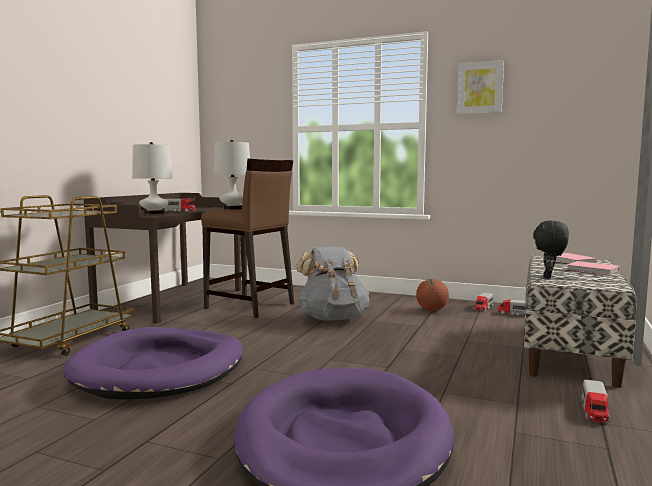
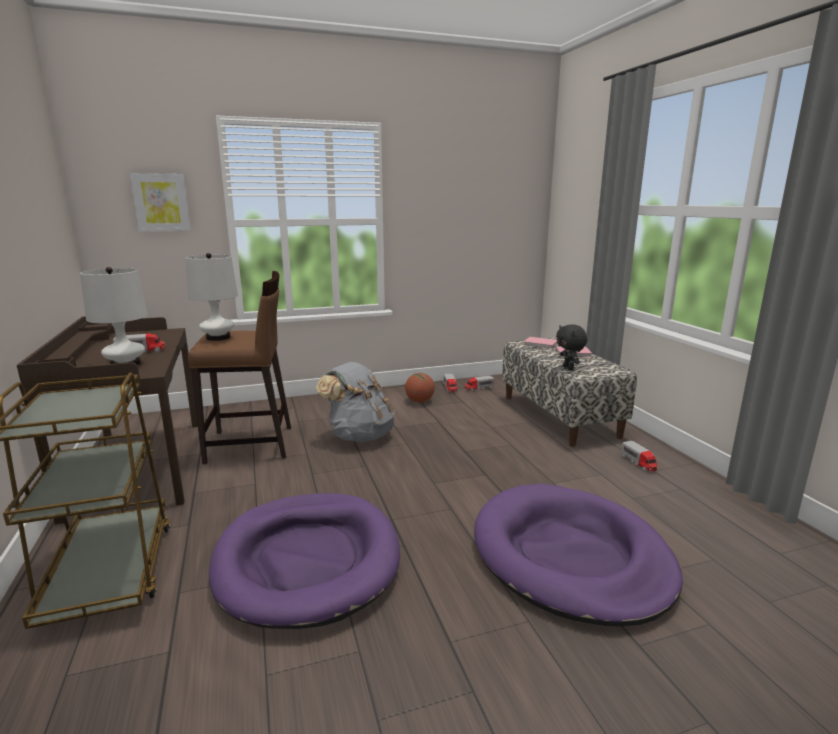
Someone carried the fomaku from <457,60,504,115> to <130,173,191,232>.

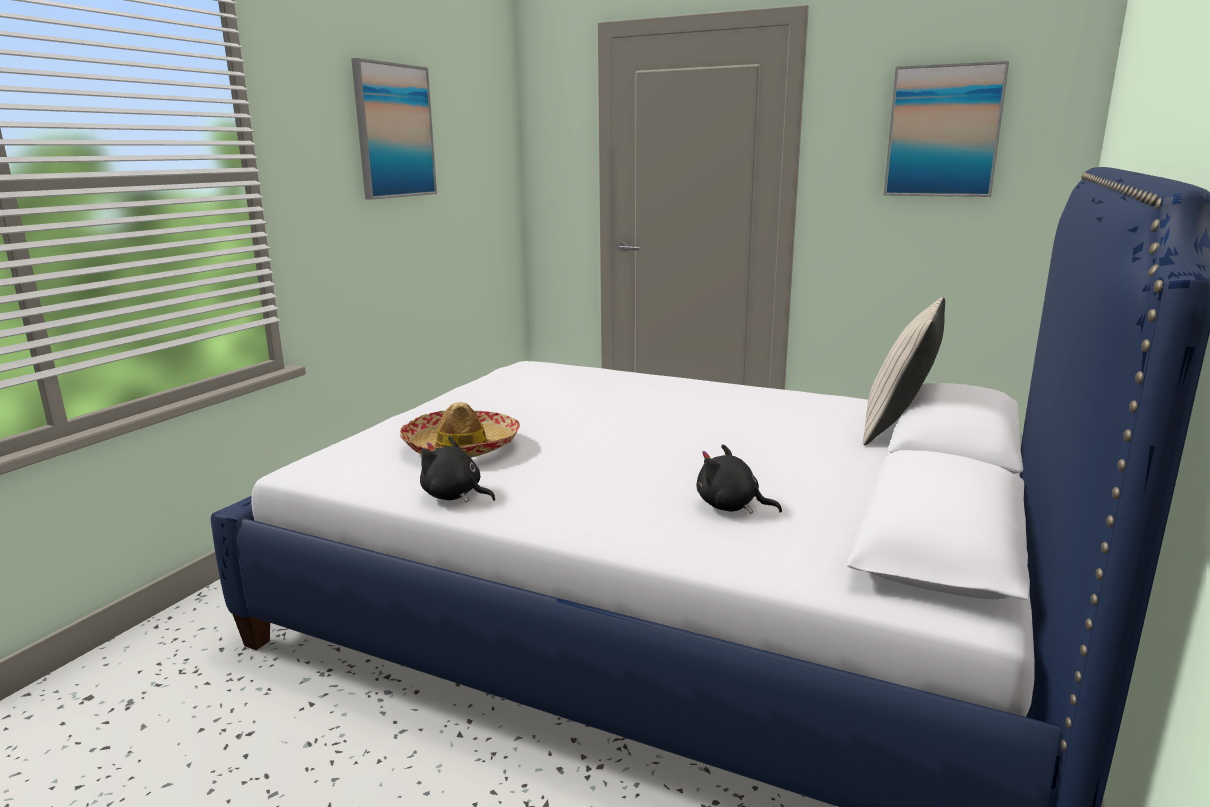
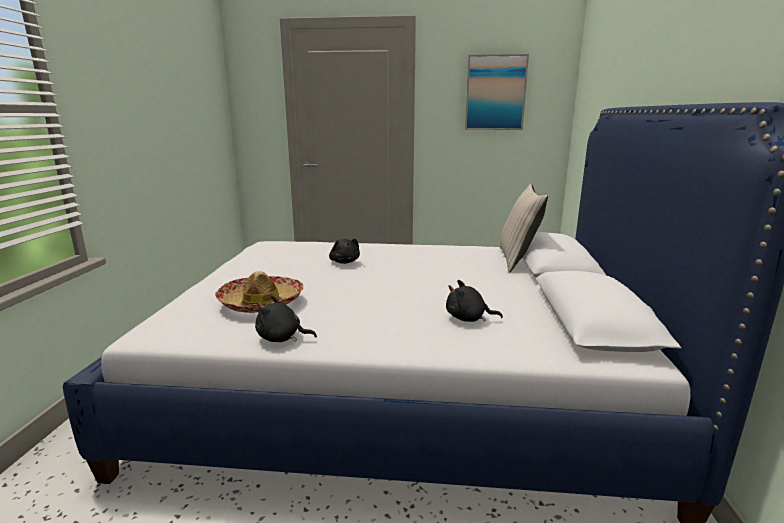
Someone took away the fomaku at <351,58,437,200>.
Someone put down the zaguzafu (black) at <329,238,360,264>.

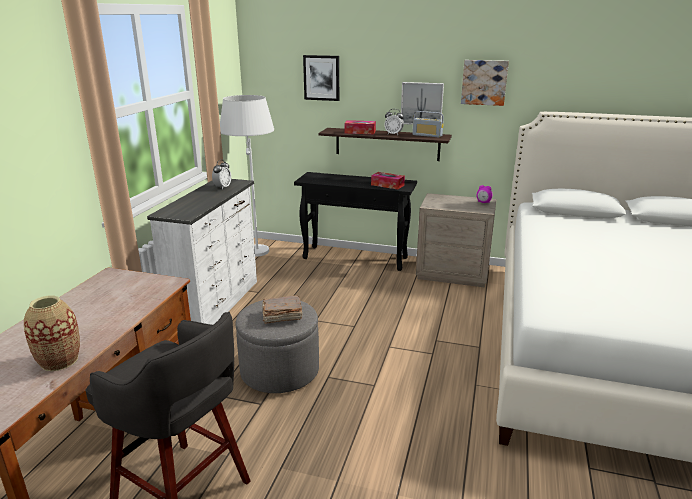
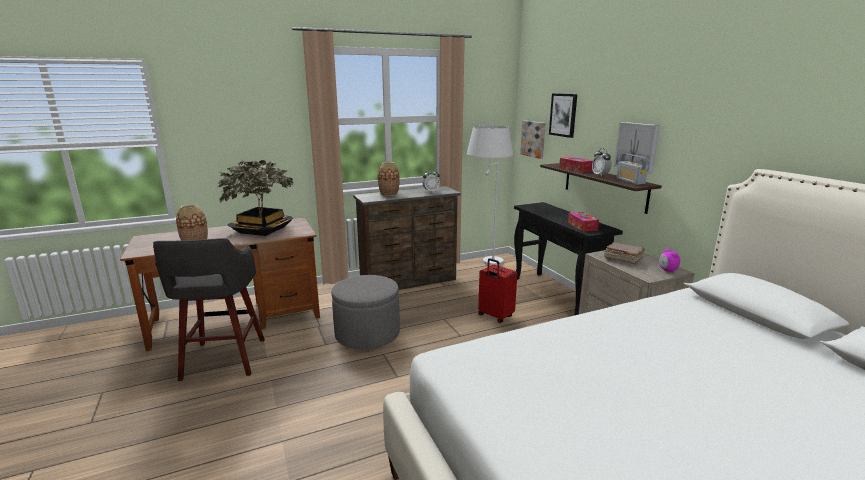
Someone put down the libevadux at <215,160,294,236>.
Someone put down the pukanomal at <378,162,400,196>.
Someone put down the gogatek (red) at <478,258,517,323>.
Someone carried the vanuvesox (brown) from <262,295,303,324> to <604,242,645,264>.
Someone carried the fomaku from <461,60,509,106> to <520,121,546,159>.
Someone repainted the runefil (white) at <147,179,257,325>, which became the runefil (brown) at <353,186,461,290>.

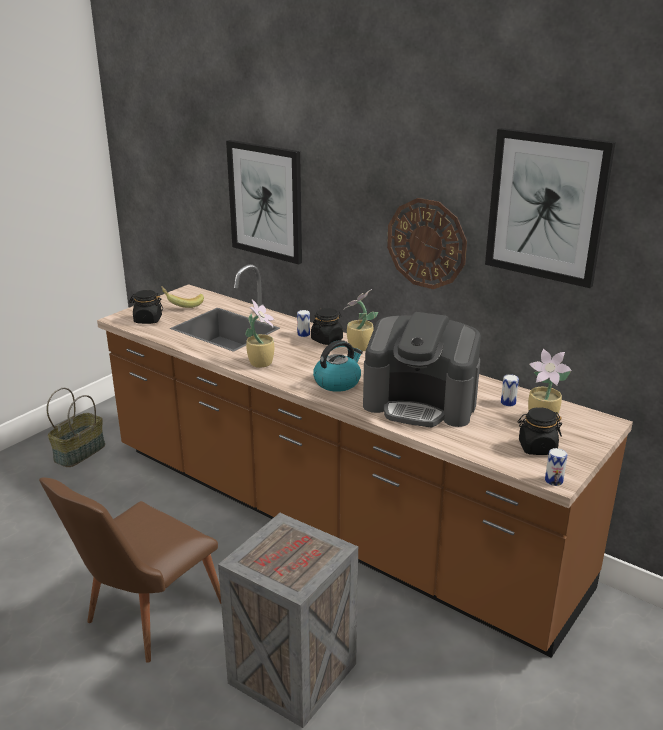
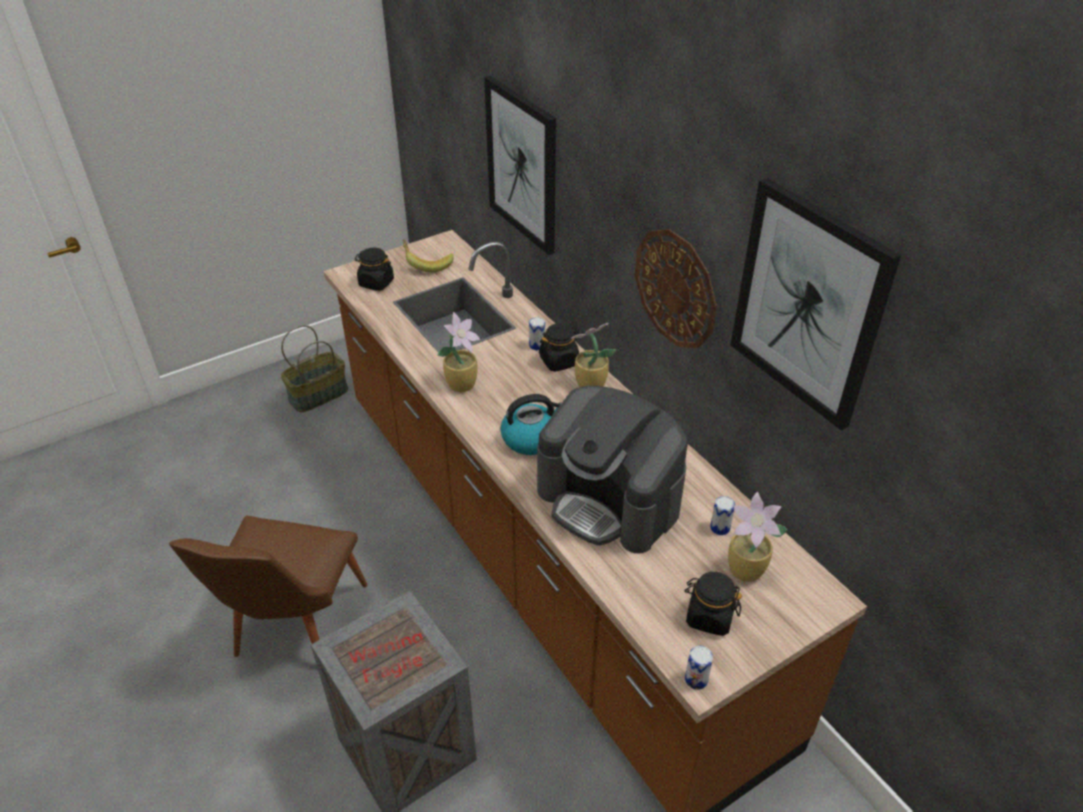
Someone rotated the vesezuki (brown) at <39,477,221,663> by 45 degrees counterclockwise.

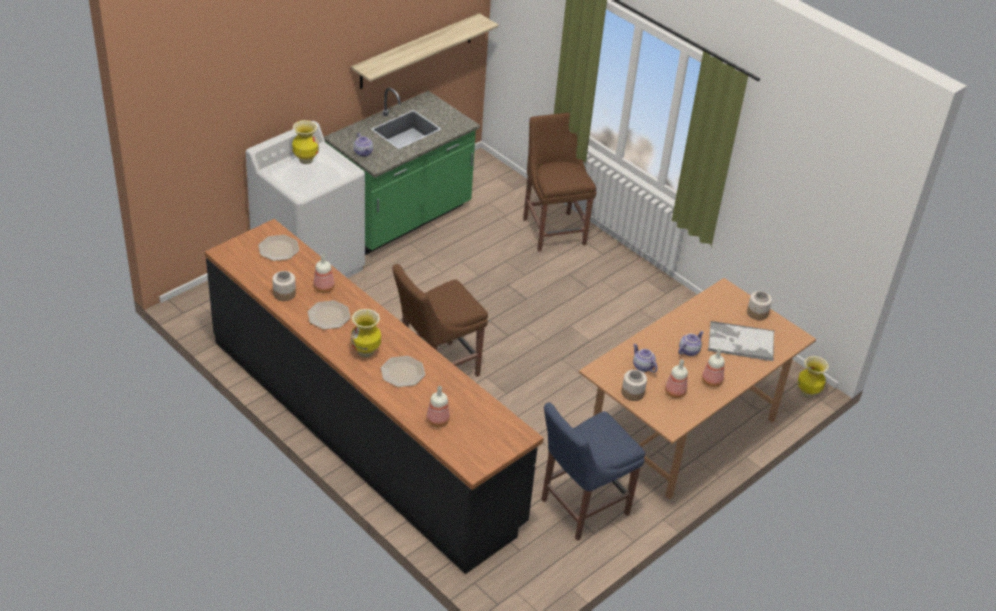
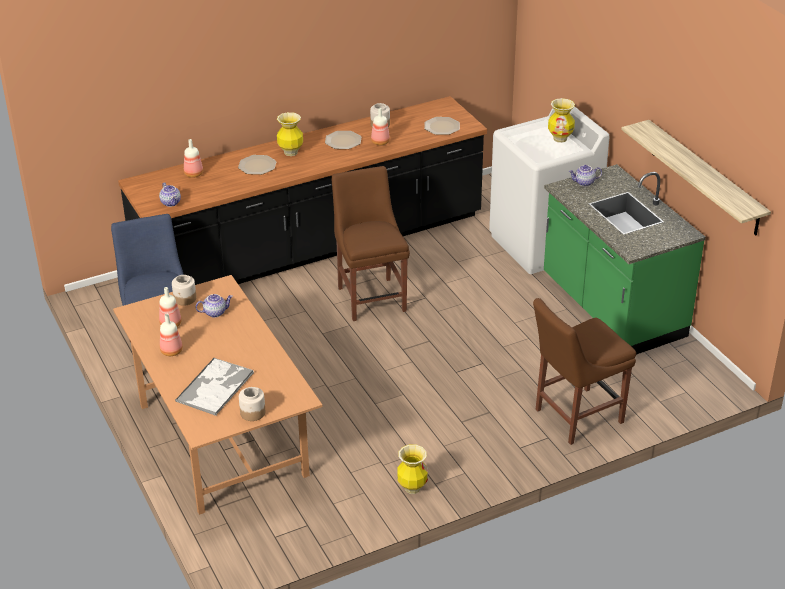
Someone carried the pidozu from <678,331,704,356> to <159,182,181,207>.
Someone carried the pukanomal from <797,356,829,398> to <397,445,428,494>.
Someone rotated the vesezuki (brown) at <523,113,596,251> by 150 degrees clockwise.

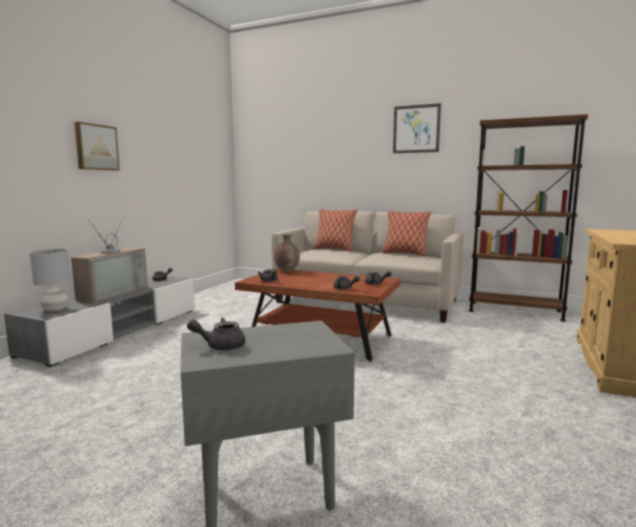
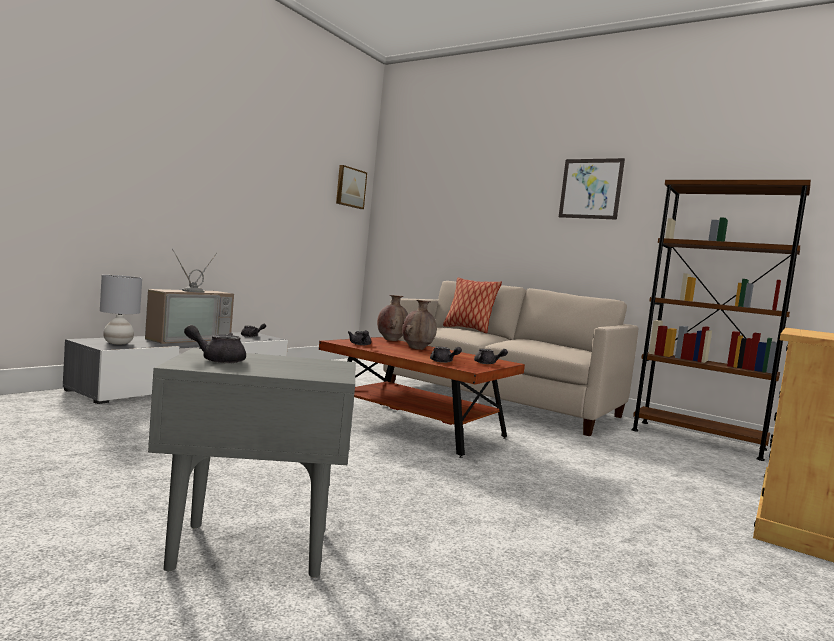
Someone took away the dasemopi at <382,211,431,256>.
Someone put down the pukanomal (brown) at <402,300,437,350>.
Someone carried the fomaku from <74,122,120,171> to <336,165,367,209>.

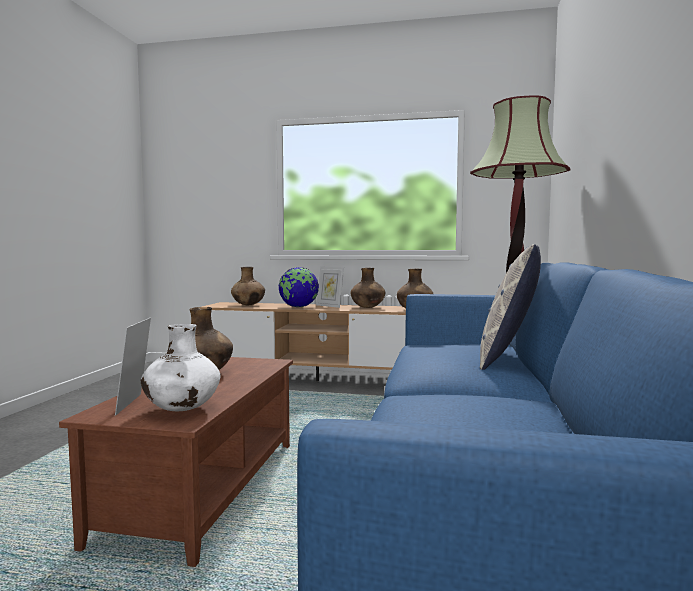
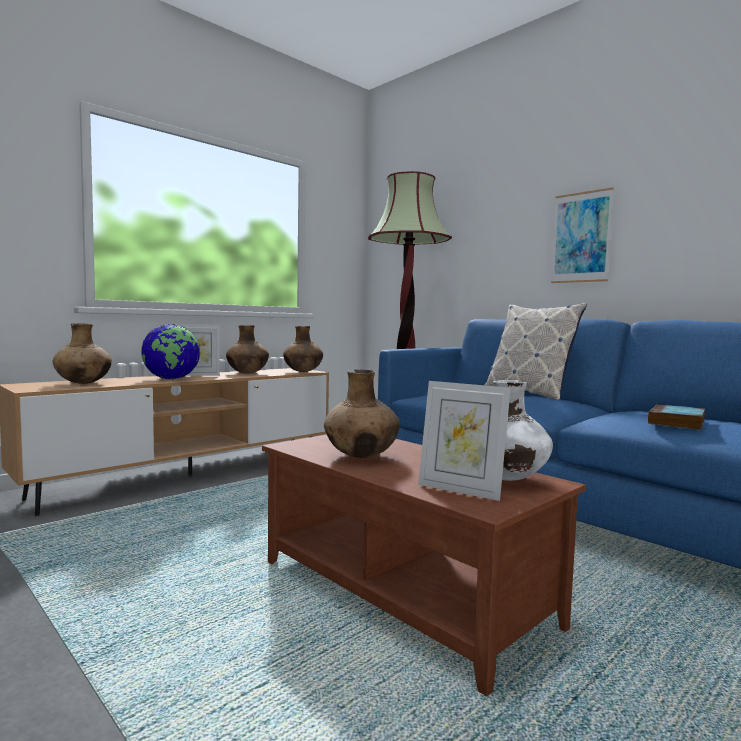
Someone put up the fomaku at <551,187,614,283>.
Someone put down the vanuvesox at <648,404,705,430>.

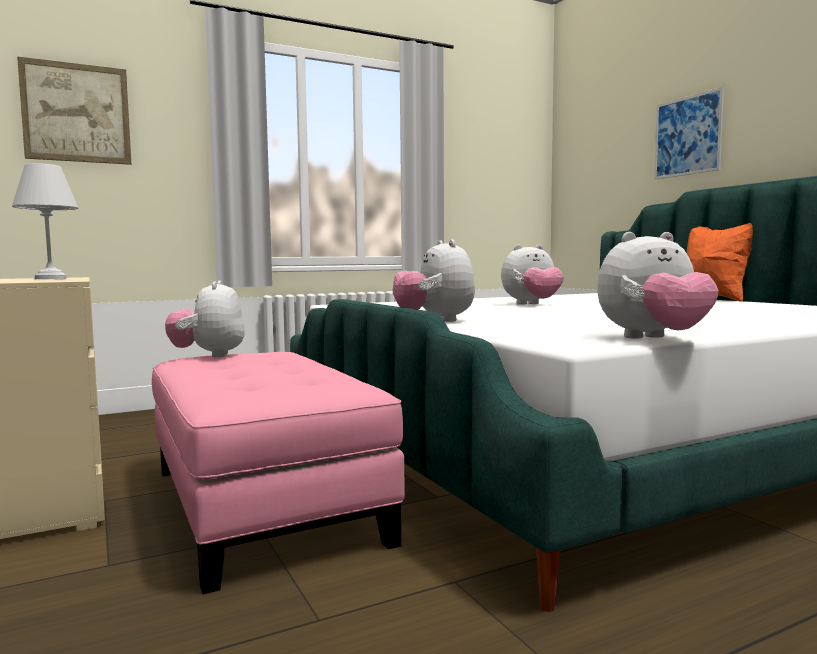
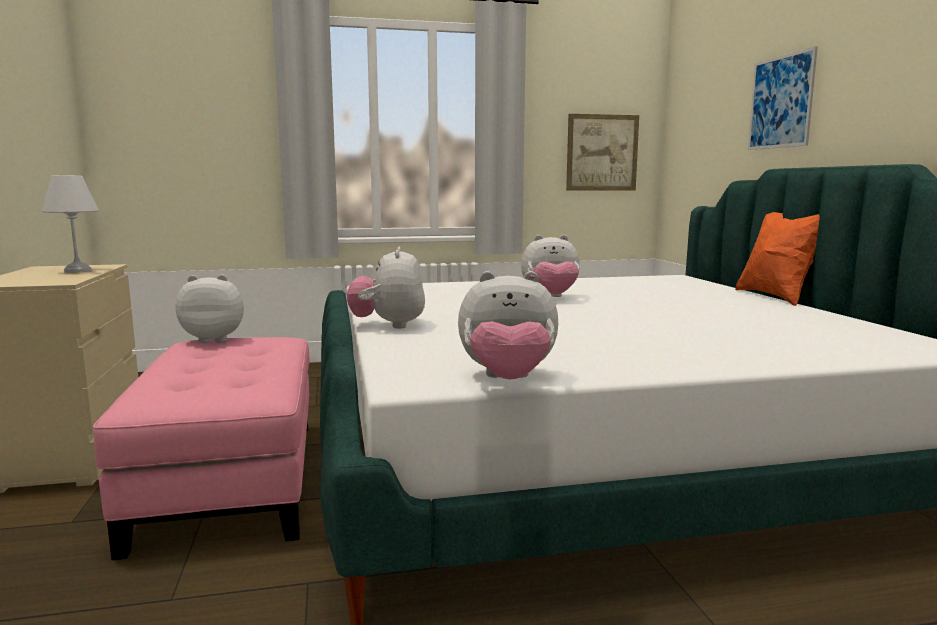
Someone carried the fomaku from <17,56,131,165> to <566,114,639,191>.
Someone rotated the zaguzafu at <165,281,245,358> by 75 degrees clockwise.

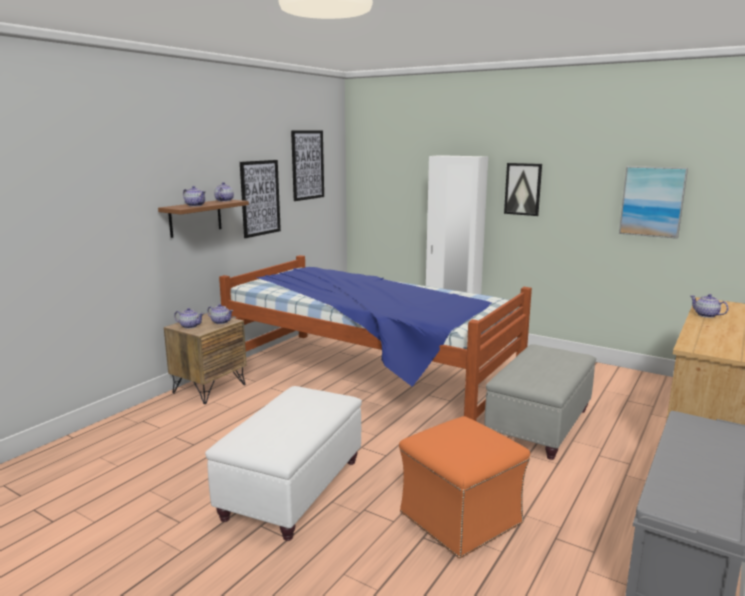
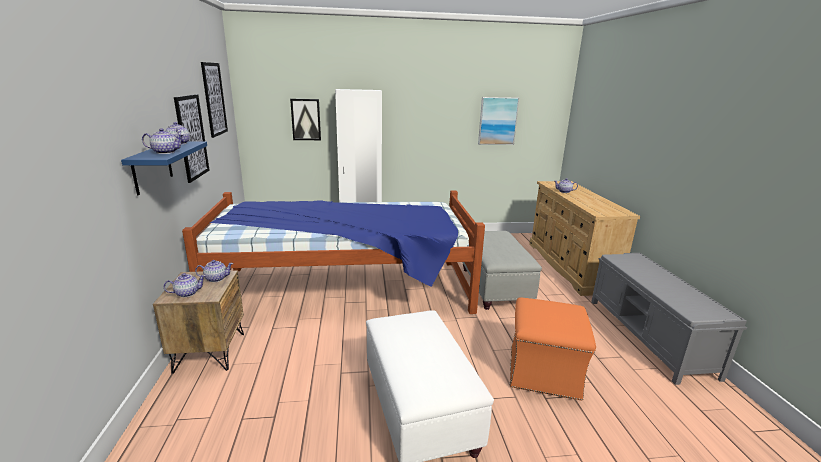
Someone carried the fomaku from <504,163,542,216> to <290,99,321,140>.
Someone repainted the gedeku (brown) at <158,199,249,238>, which became the gedeku (blue) at <121,141,207,195>.

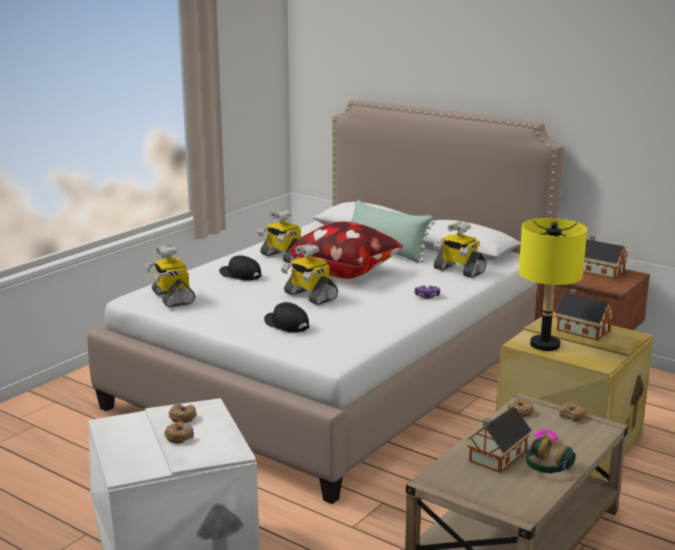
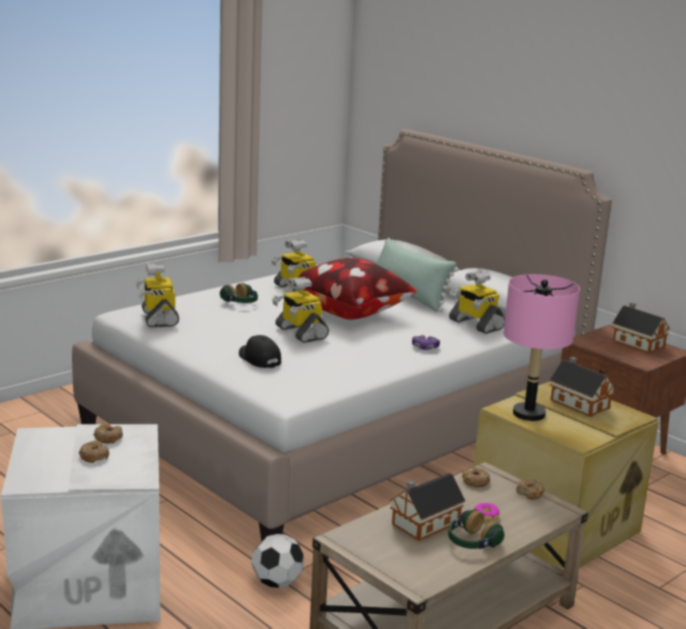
Someone put down the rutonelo at <251,534,304,588>.
Someone swapped the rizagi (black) at <219,255,261,281> for the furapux at <220,283,258,303>.
Someone repainted the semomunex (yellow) at <519,218,587,351>, which became the semomunex (pink) at <503,274,580,421>.

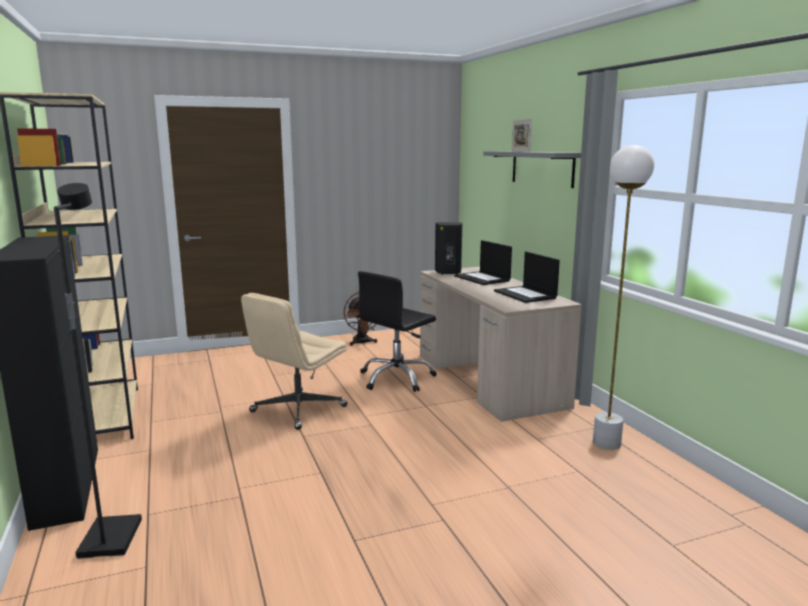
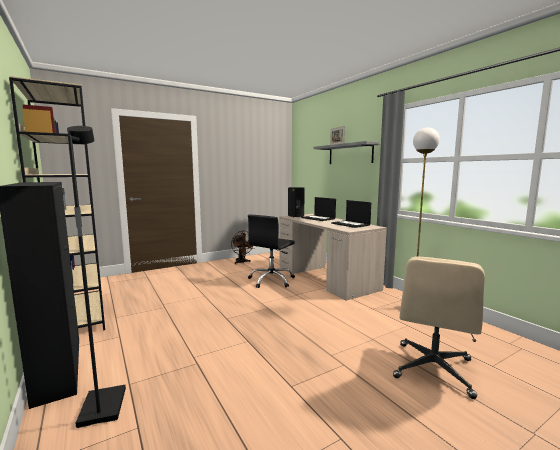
Someone carried the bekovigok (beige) from <241,293,348,430> to <393,257,485,399>.

